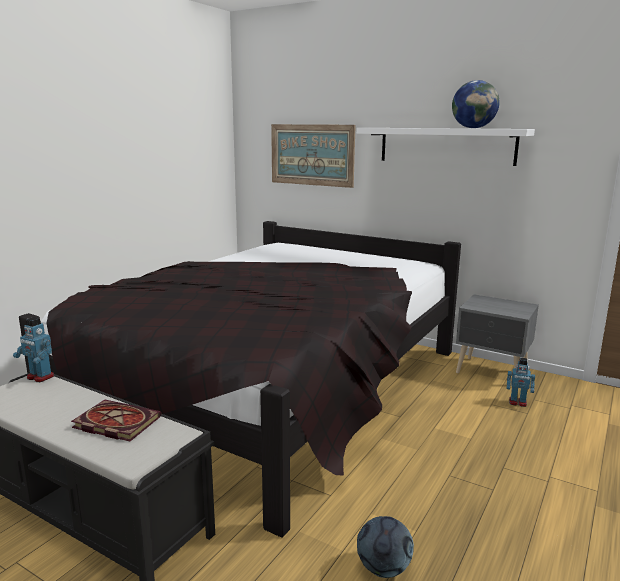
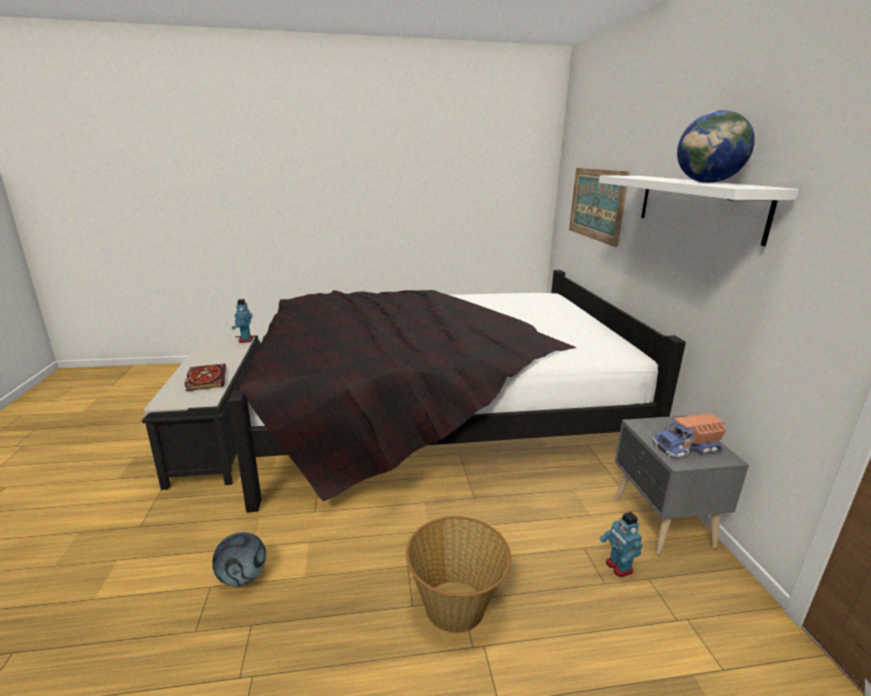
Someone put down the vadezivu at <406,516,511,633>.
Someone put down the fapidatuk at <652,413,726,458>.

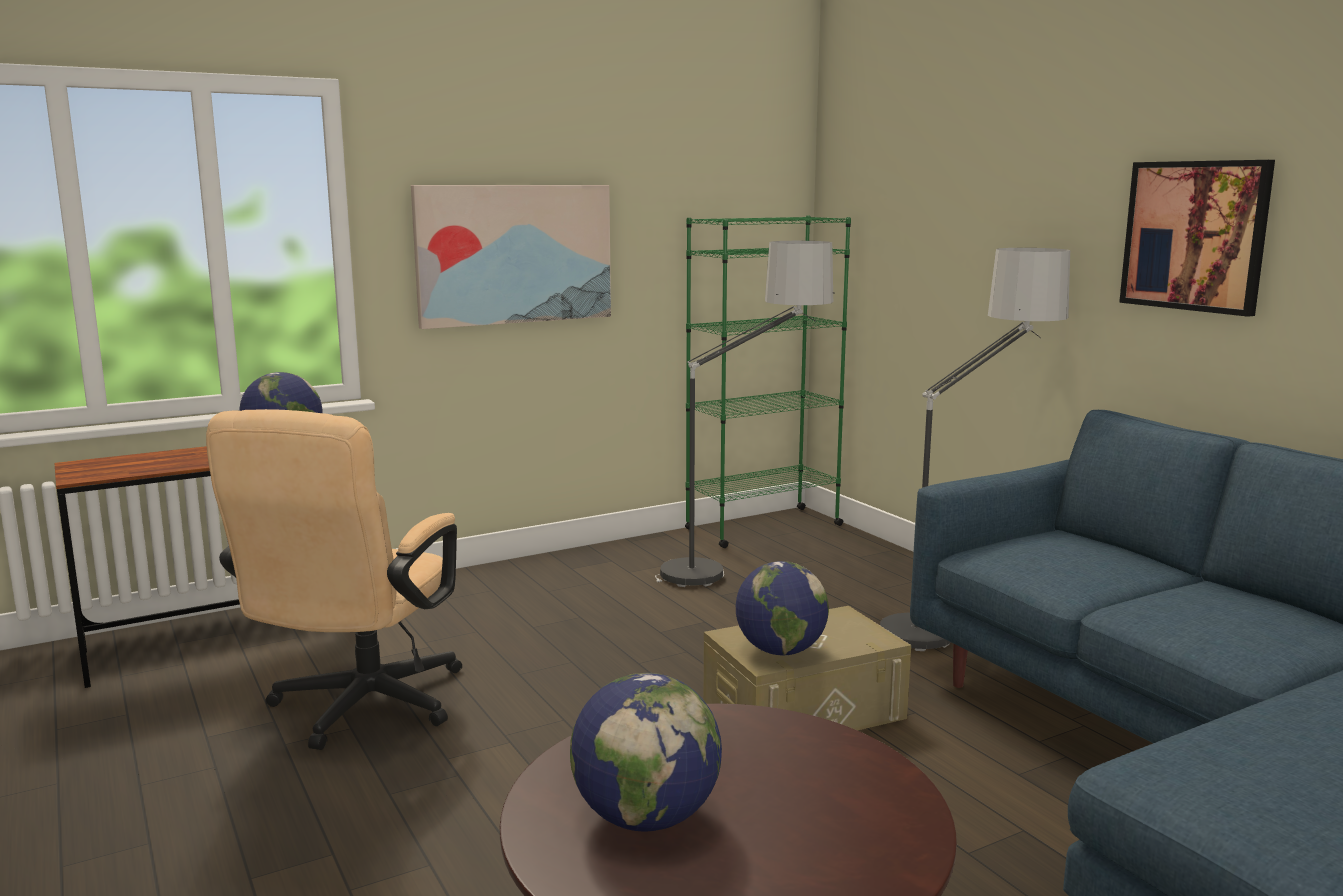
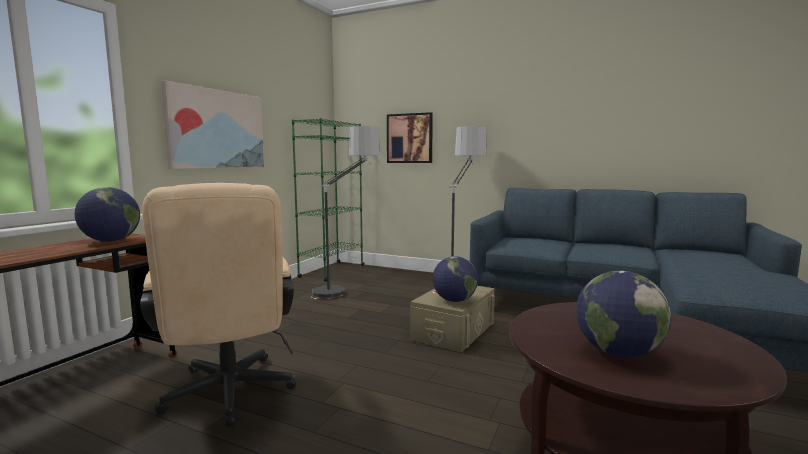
Someone carried the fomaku from <1119,160,1275,317> to <387,112,433,163>.

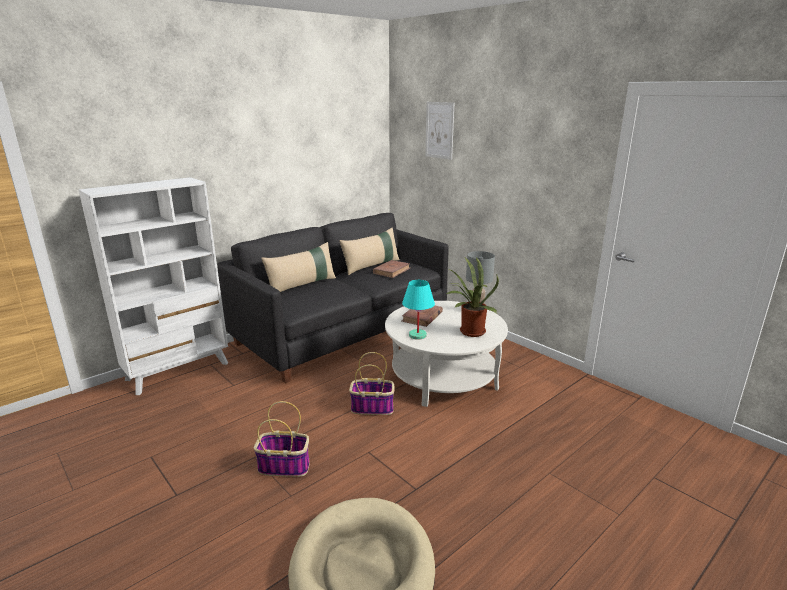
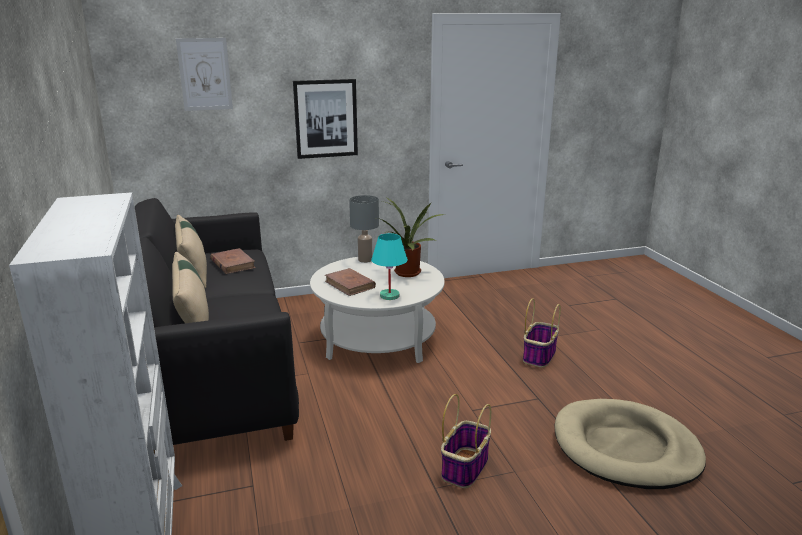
Someone put up the fomaku at <293,79,358,159>.
Someone carried the vadezivu from <349,352,394,415> to <523,298,561,368>.

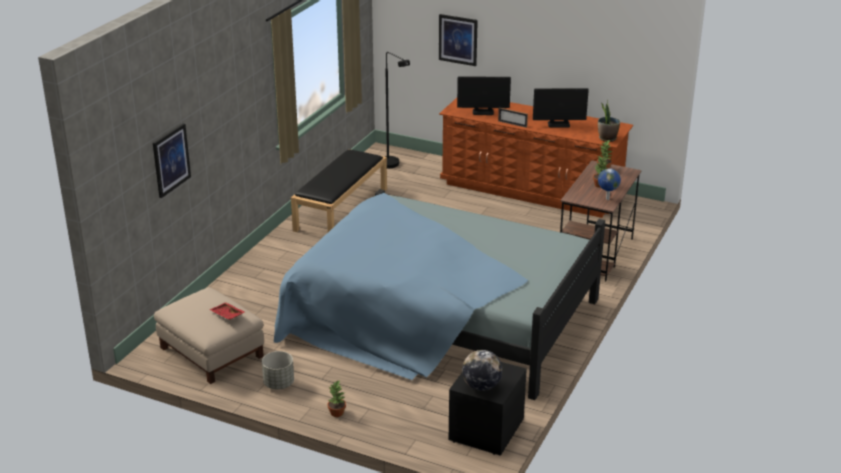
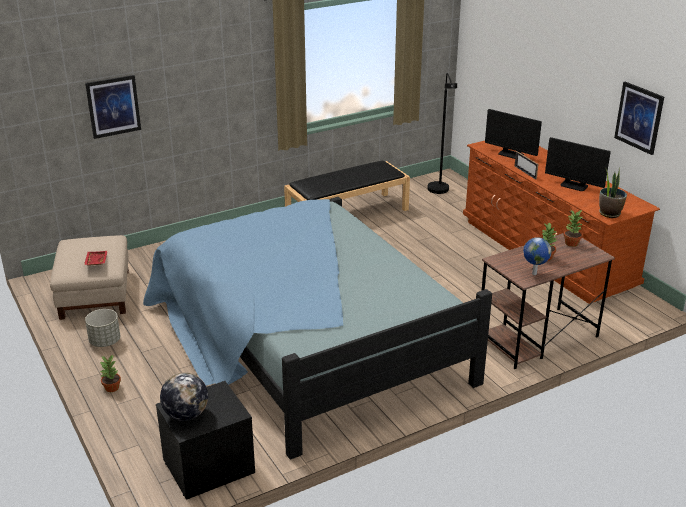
Someone carried the fomaku from <439,14,478,66> to <614,82,664,155>.

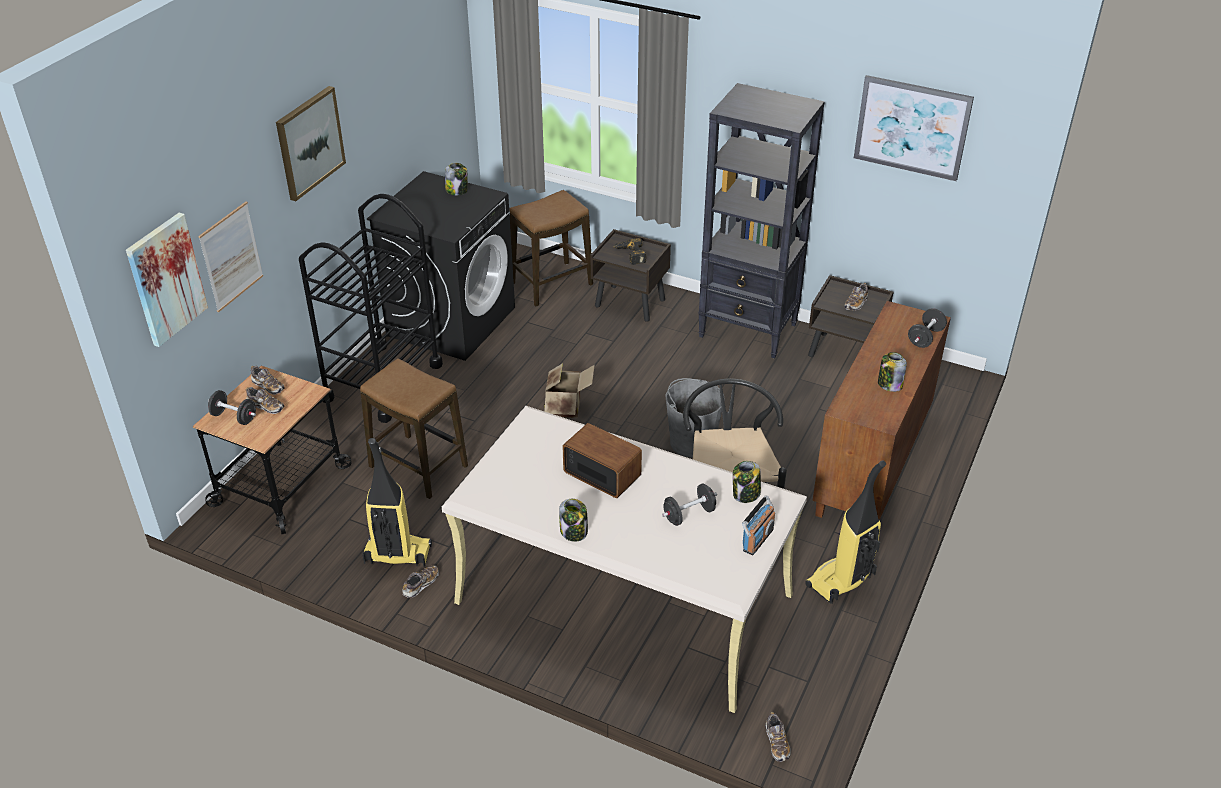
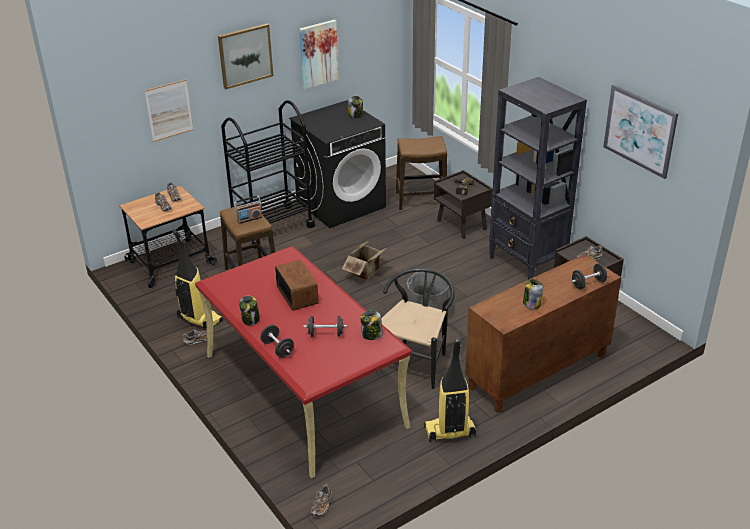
Someone carried the fomaku from <126,212,208,347> to <299,20,339,89>.
Someone carried the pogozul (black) from <208,390,256,425> to <260,325,294,358>.
Someone carried the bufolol from <742,496,775,555> to <234,196,262,224>.
Someone repainted the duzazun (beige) at <442,406,807,713>, which became the duzazun (red) at <195,246,412,478>.

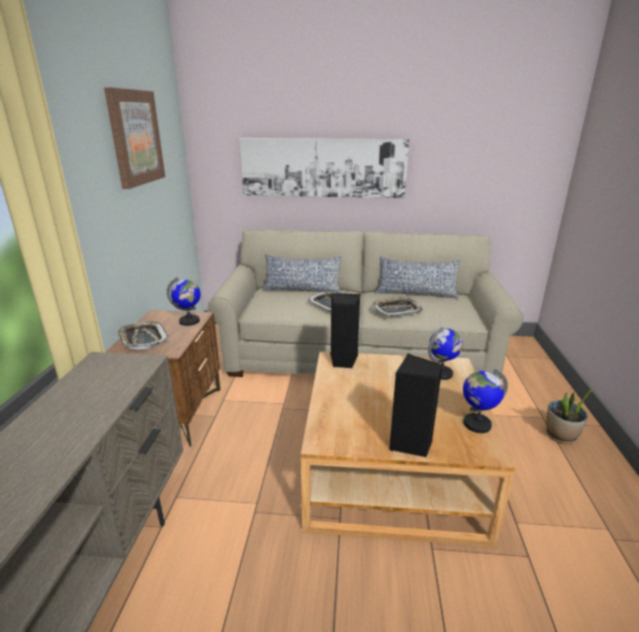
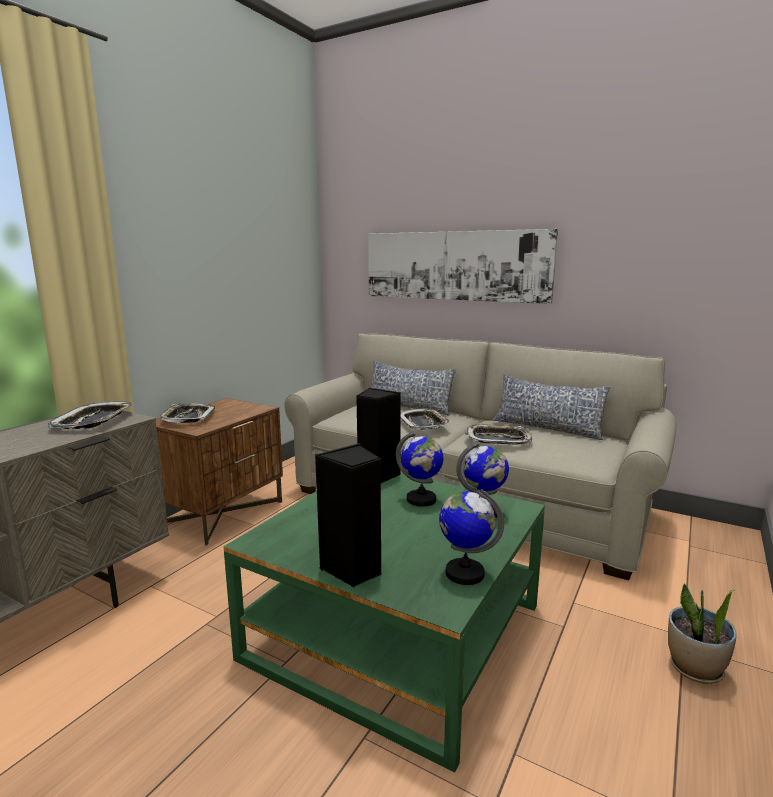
Someone took away the fomaku at <104,87,165,189>.
Someone put down the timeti at <48,401,133,429>.
Someone carried the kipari from <167,277,201,326> to <396,431,444,507>.
Someone repainted the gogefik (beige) at <301,352,516,547>, which became the gogefik (green) at <224,473,545,773>.

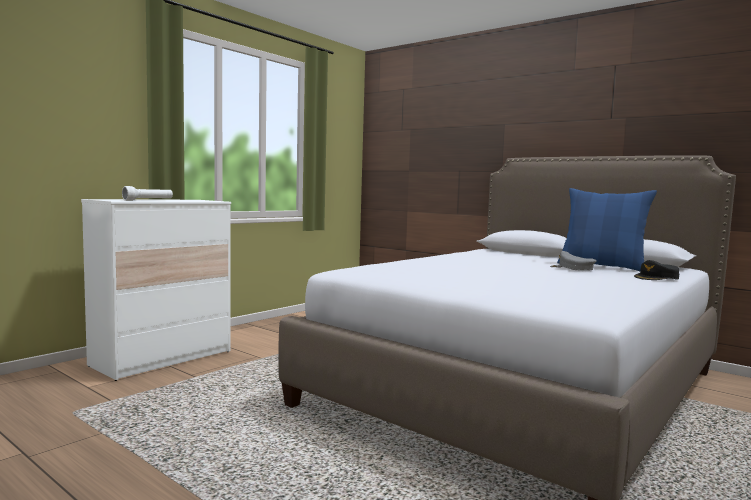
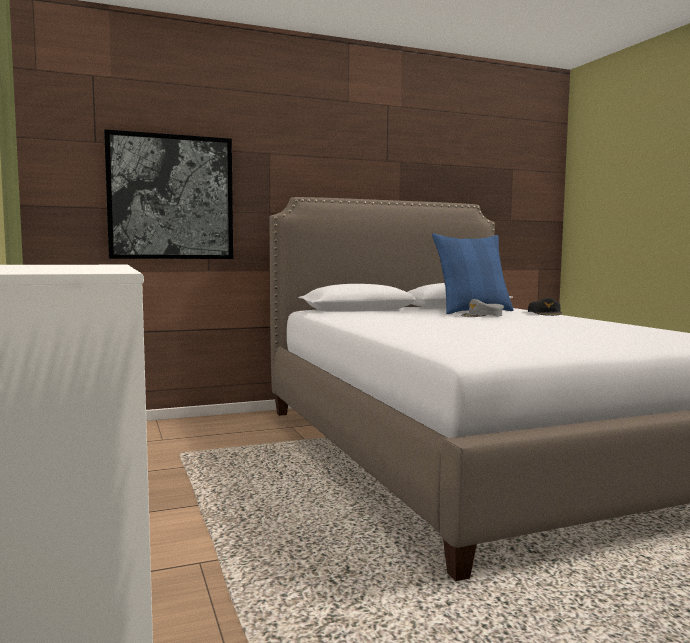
Someone took away the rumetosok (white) at <122,186,173,201>.
Someone put up the fomaku at <104,129,233,259>.

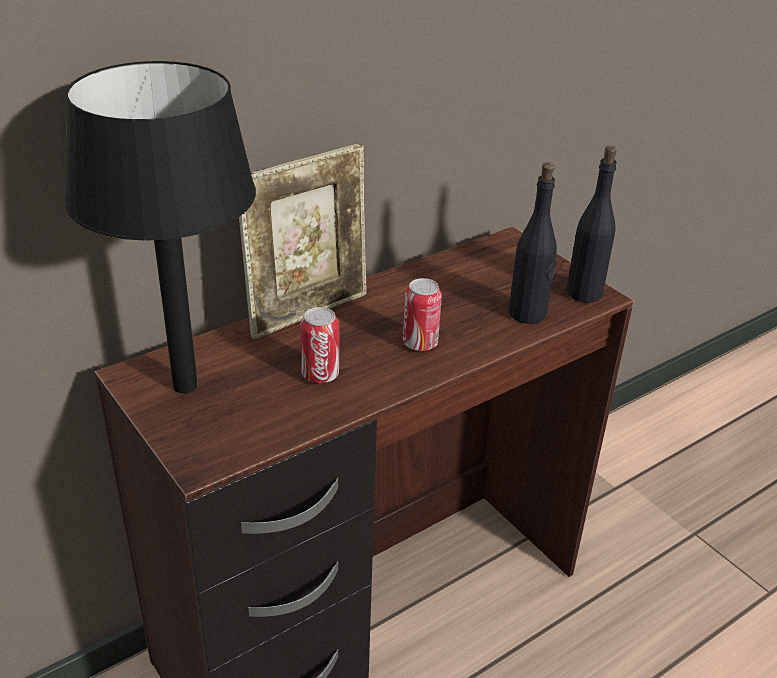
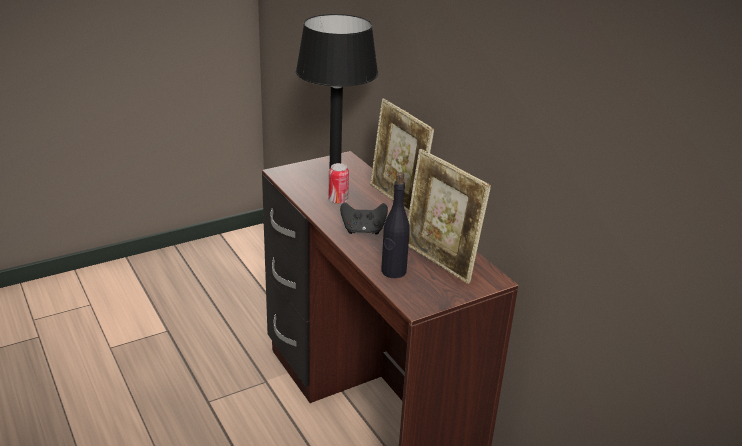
Someone took away the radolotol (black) at <566,146,617,303>.
Someone put down the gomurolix at <408,149,491,284>.
Someone swapped the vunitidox at <403,278,442,351> for the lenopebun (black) at <340,202,388,235>.

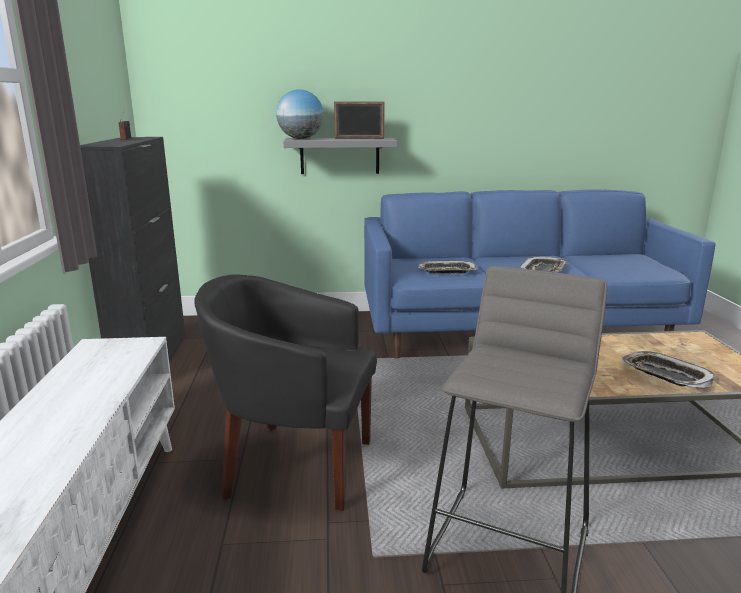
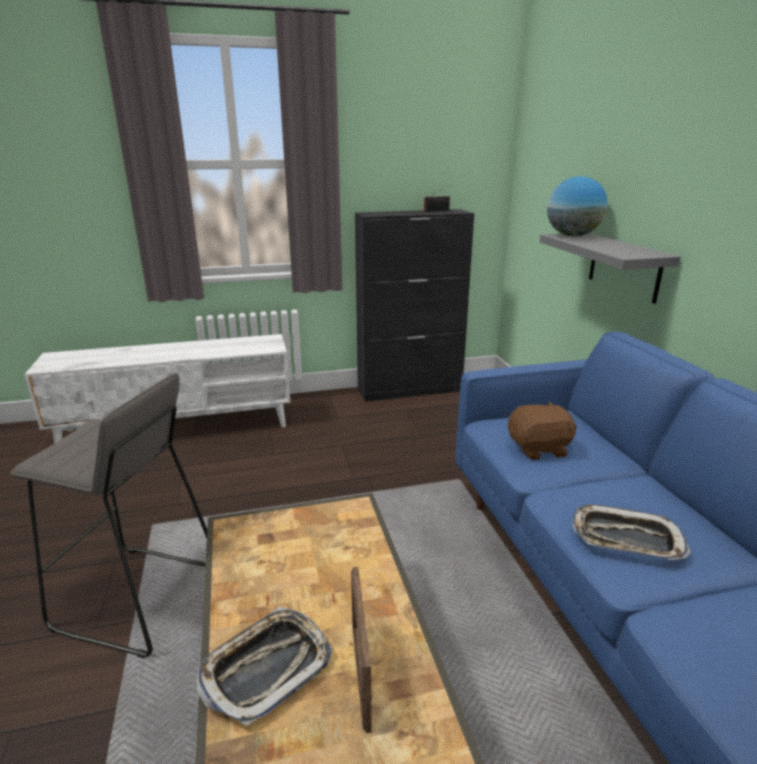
Someone took away the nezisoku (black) at <194,274,377,511>.
Someone carried the gomurolix from <334,101,385,139> to <351,567,372,733>.
Someone swapped the timeti at <418,261,478,273> for the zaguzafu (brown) at <508,401,577,460>.

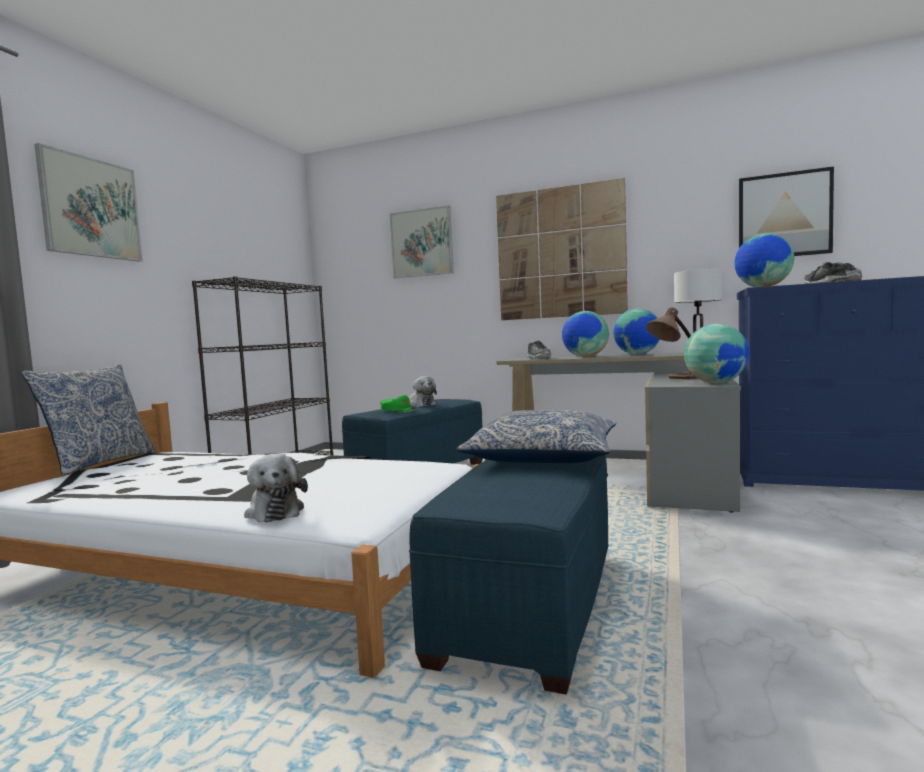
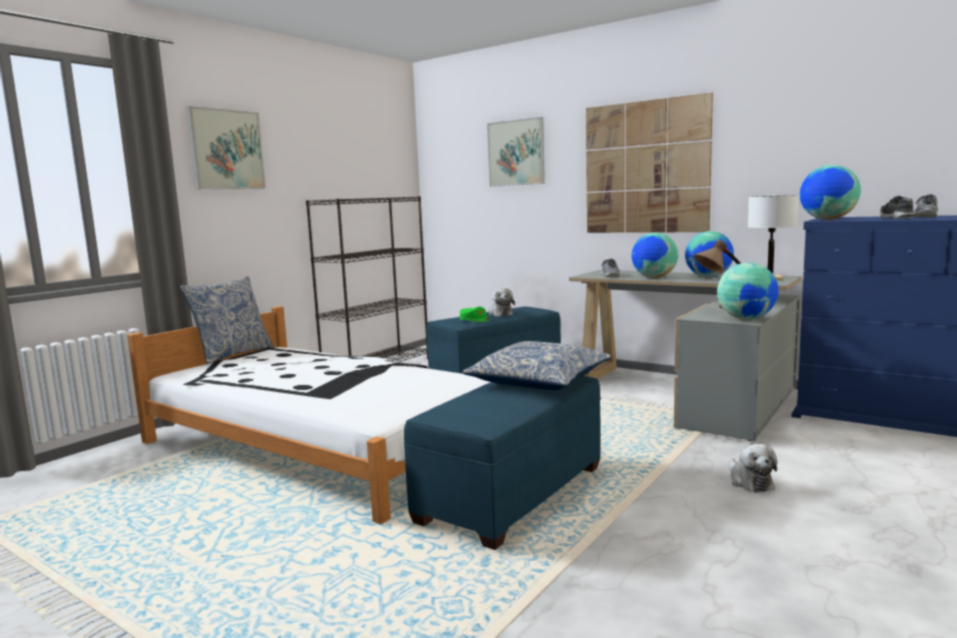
Someone took away the fomaku at <739,166,834,256>.
Someone carried the zaguzafu from <244,454,308,522> to <729,444,778,492>.

